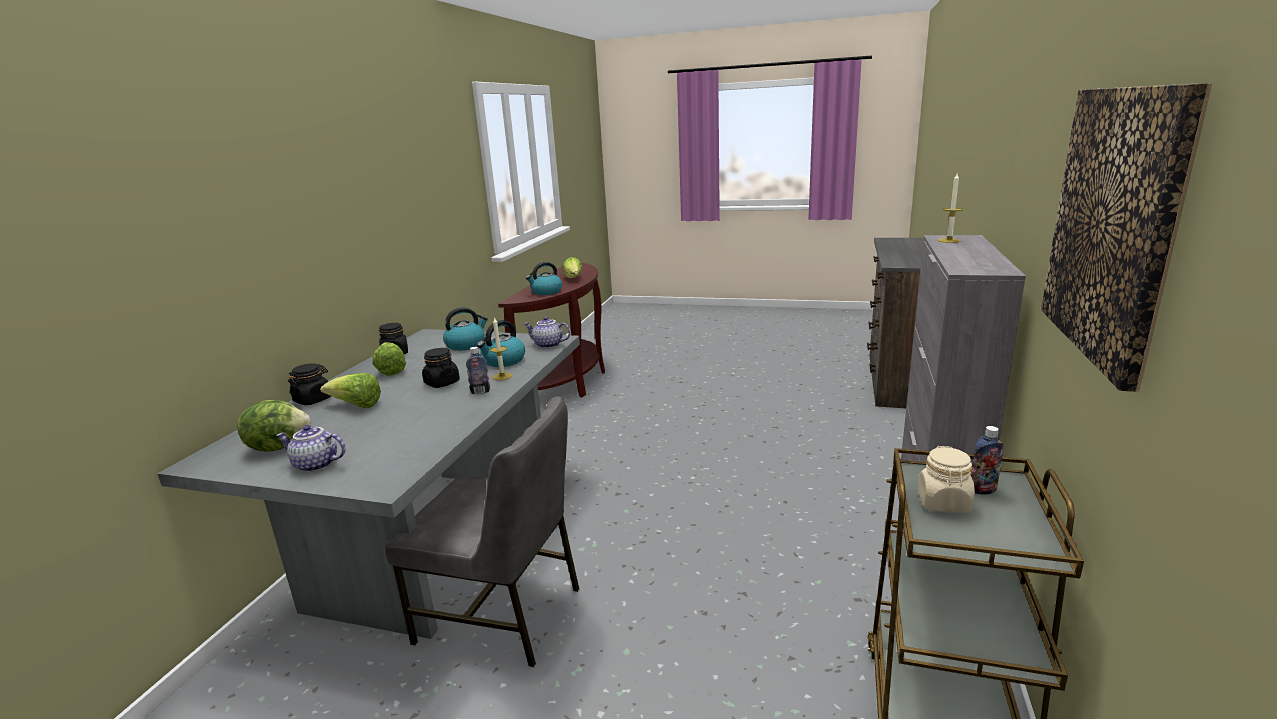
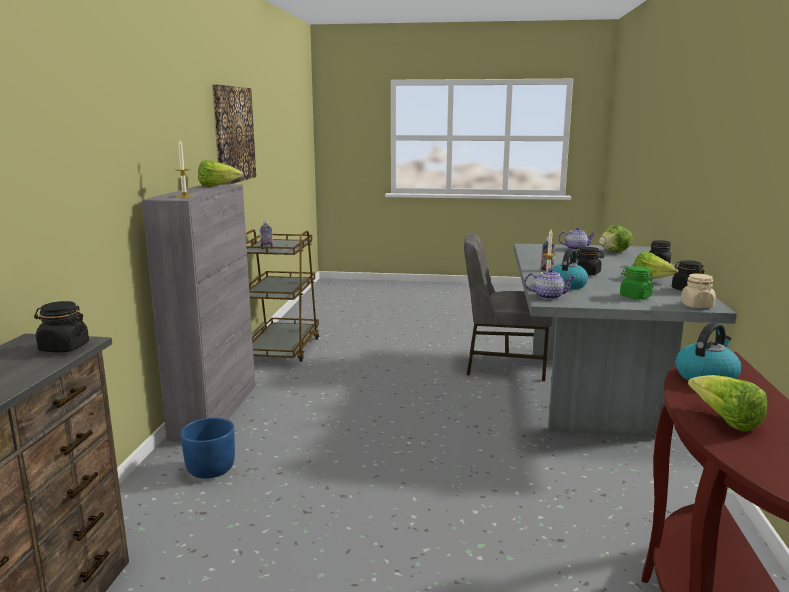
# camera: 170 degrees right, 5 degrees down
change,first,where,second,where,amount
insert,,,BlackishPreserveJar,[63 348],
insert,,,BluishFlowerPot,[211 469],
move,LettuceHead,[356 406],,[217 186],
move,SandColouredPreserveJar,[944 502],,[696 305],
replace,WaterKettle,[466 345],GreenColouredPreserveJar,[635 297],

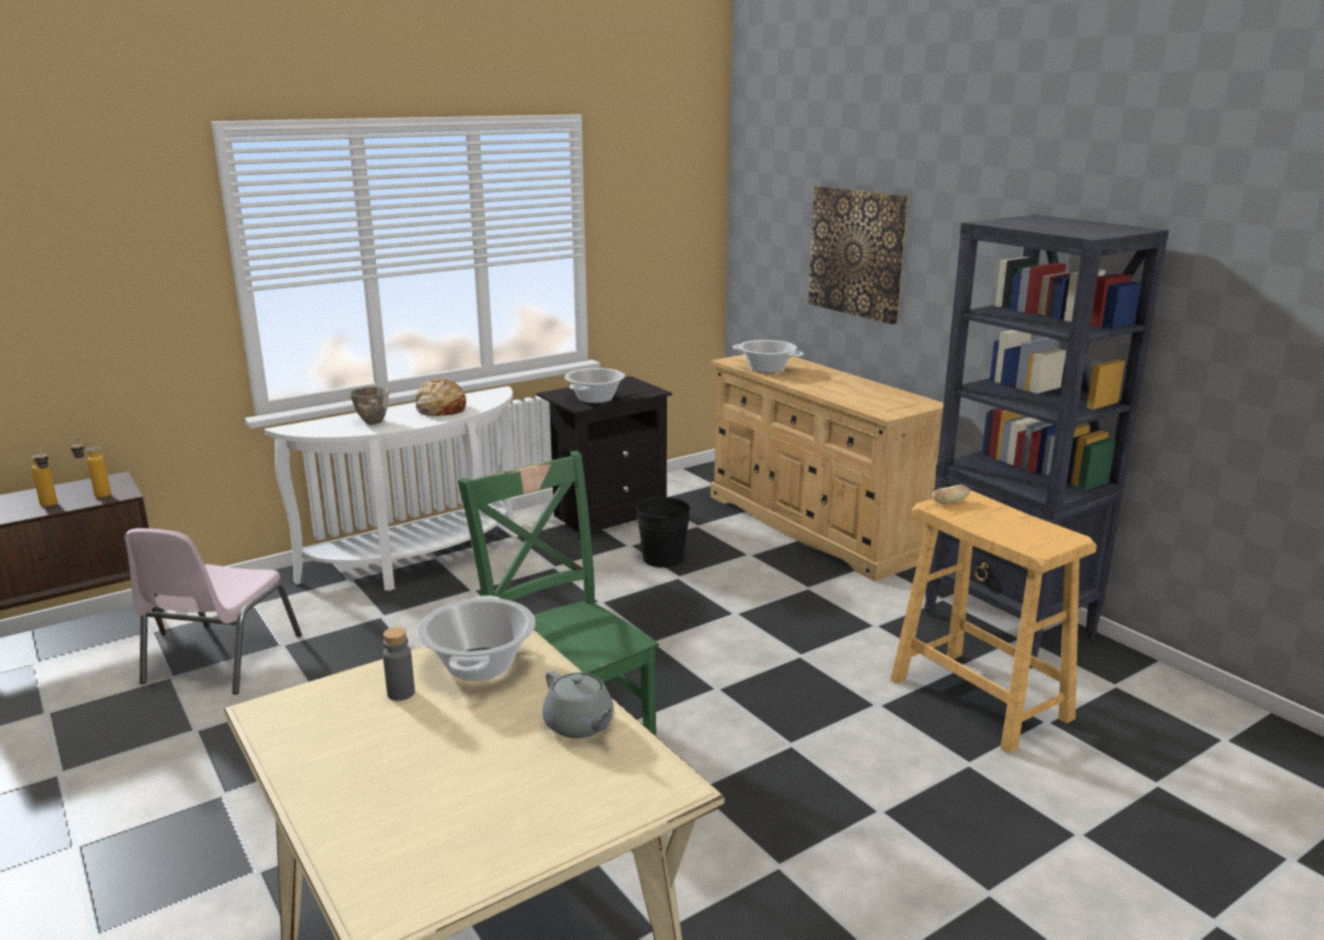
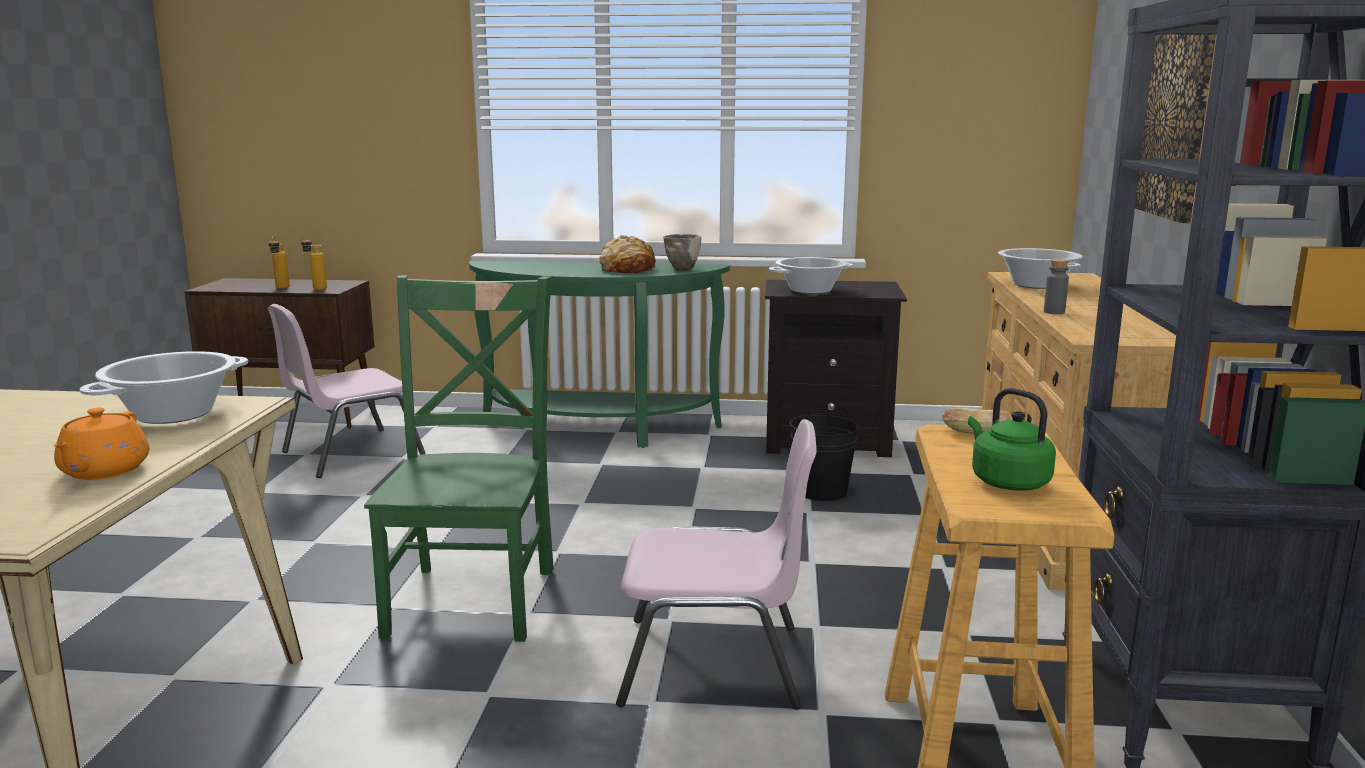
# camera: 40 degrees right, 5 degrees down
change,first,where,second,where,amount
insert,,,PinkUprightChair,[715 664],
insert,,,GreenColouredWaterKettle,[1006 482],
move,Bowl,[373 421],,[683 269],
move,GreyBottle,[401 693],,[1054 312],
recolor,WhitishNarrowTable,[421 564],GreenColouredNarrowTable,[596 433],
recolor,GreyPotForTea,[580 725],OrangePotForTea,[103 471],

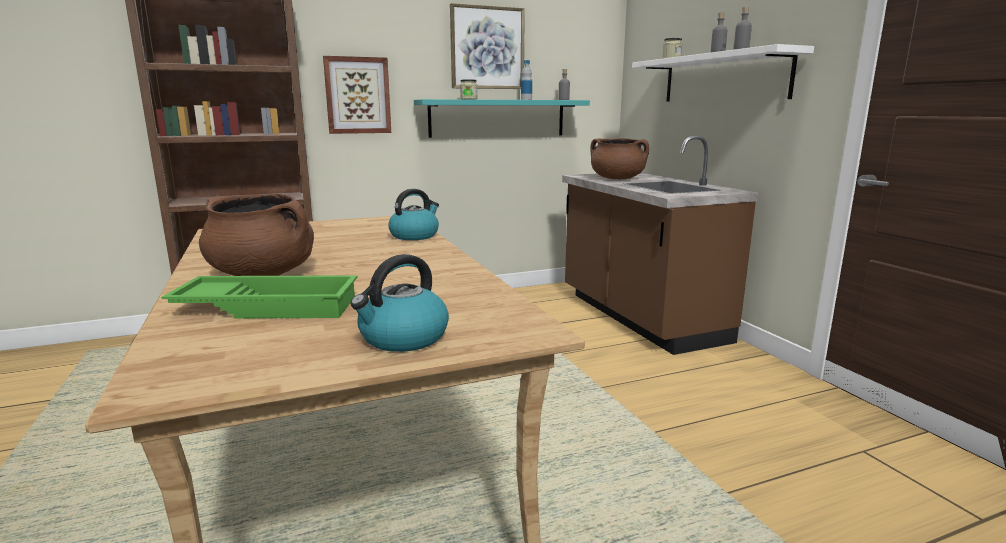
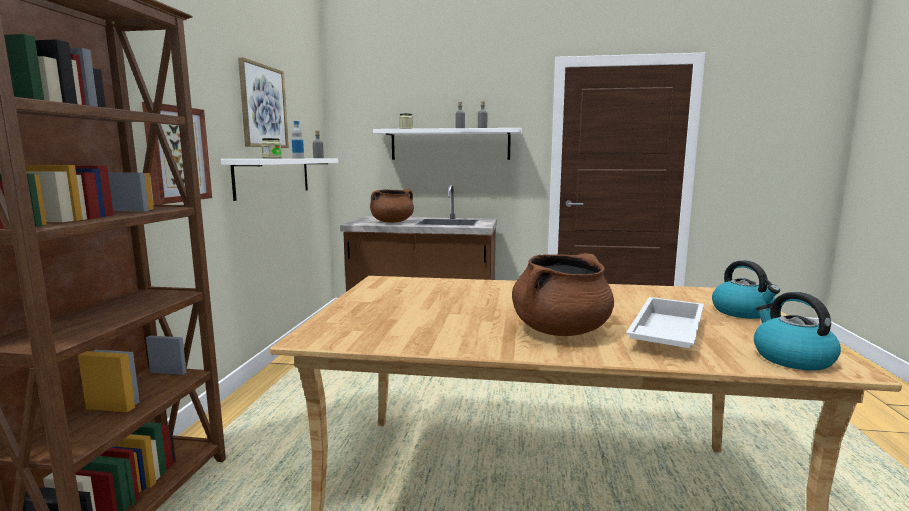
# camera: 60 degrees left, 5 degrees down
change,first,where,second,where,amount
move,WaterKettle,[415 235],,[791 358],
recolor,GreenColouredTray,[270 306],WhitishTray,[664 333],
recolor,TurquoiseColouredWallShelf,[498 118],WhitishWallShelf,[274 176],

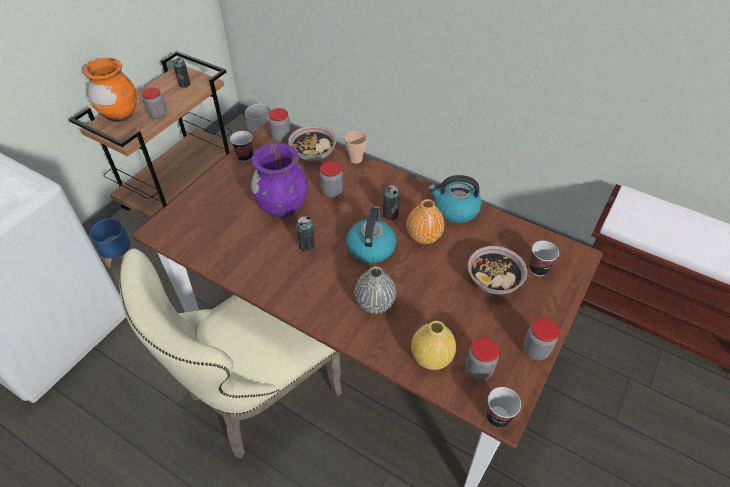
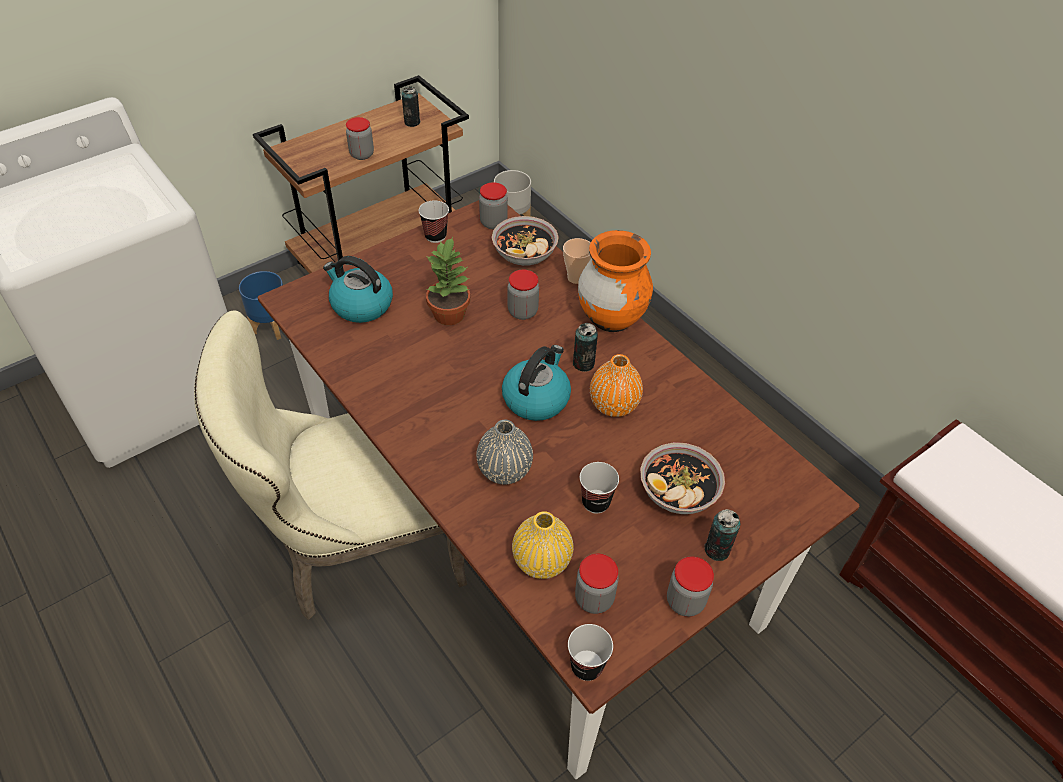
# camera: 20 degrees right, 0 degrees up
change,first,where,second,where,amount
move,OrangeFlowerVase,[120 115],,[611 318],
move,MetalCan,[306 246],,[717 550],
move,WaterKettle,[455 210],,[361 305],
move,SmallCup,[538 269],,[596 502],
replace,PurplishFlowerVase,[282 207],Houseplant,[450 314],

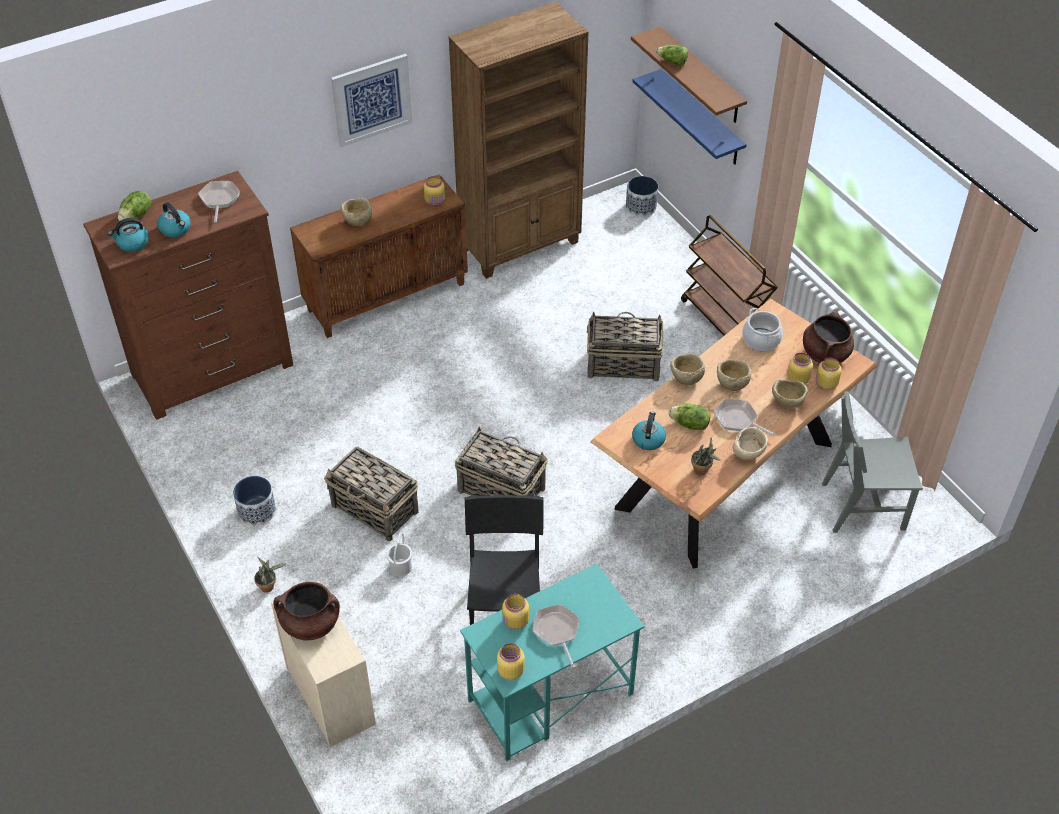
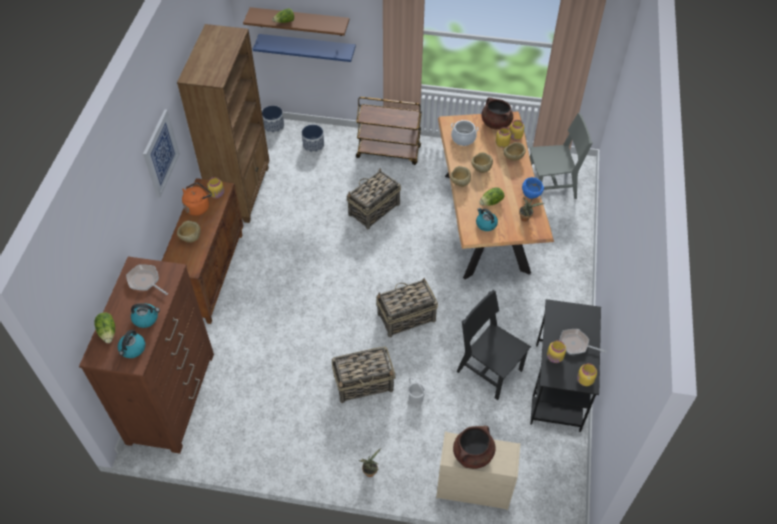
# camera: 50 degrees left, 5 degrees up
change,first,where,second,where,amount
delete,Pan,[738 420],,,
insert,,,OrangeWaterKettle,[198 207],
move,FlowerPot,[256 511],,[313 146],
recolor,TurquoiseColouredDeskUnit,[549 698],BlackishDeskUnit,[557 387],
recolor,SandColouredBowl,[748 454],BluishBowl,[531 194],
rotate,GreyUprightChair,[863 506],,[551 187],135 degrees counterclockwise

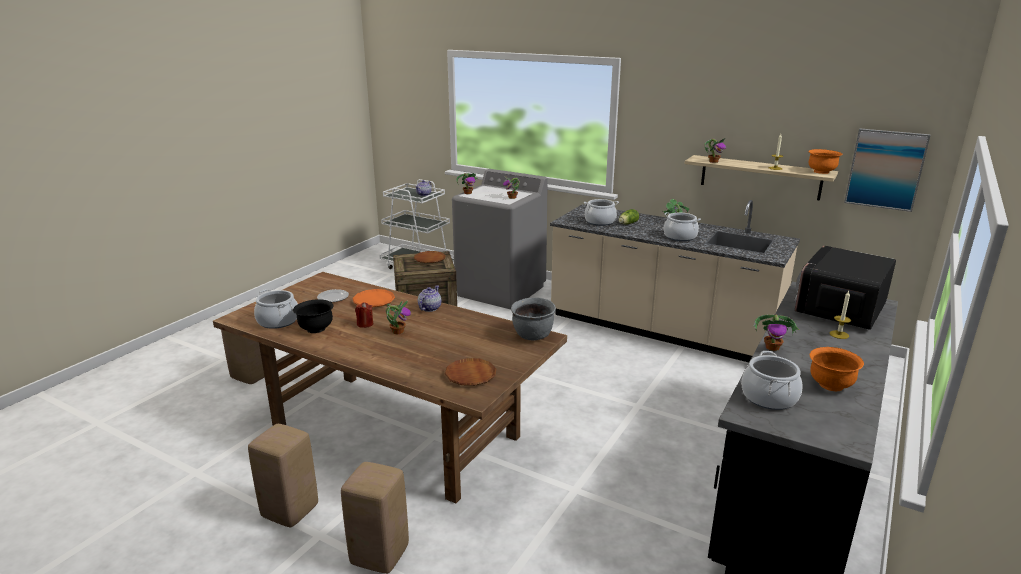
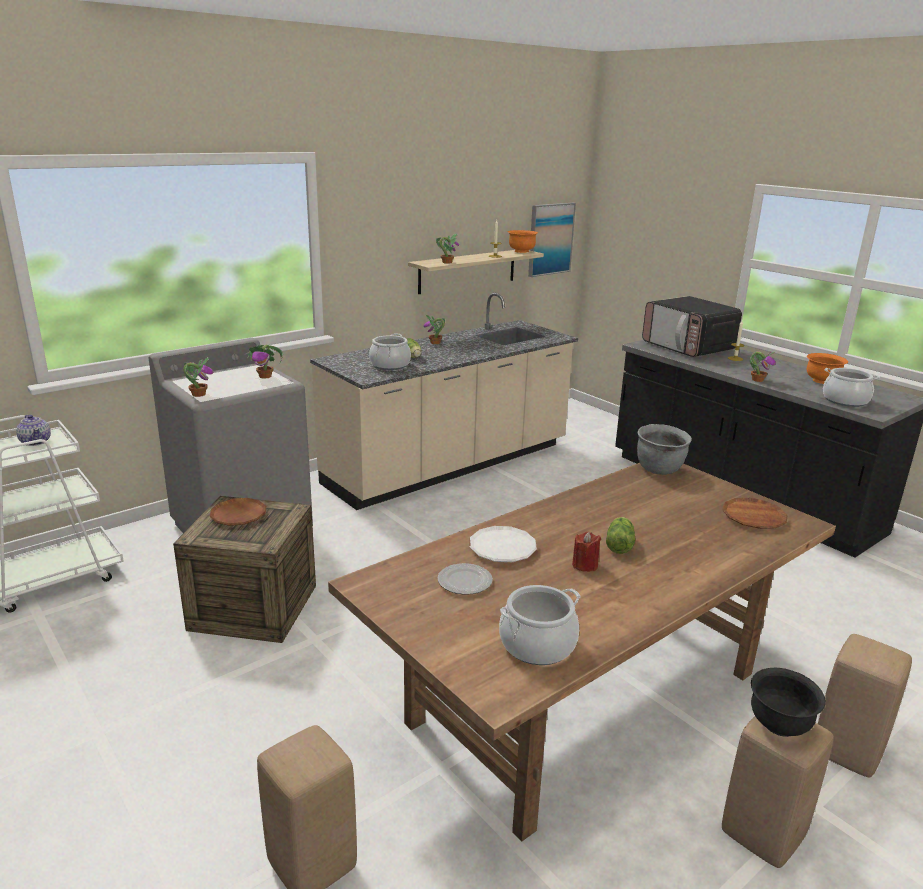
# camera: 70 degrees left, 0 degrees up
change,first,where,second,where,amount
delete,PotForTea,[429 308],,,
delete,Saucepot,[680 237],,,
move,BlackishBowl,[316 329],,[779 725],
replace,Houseplant,[397 331],LettuceHead,[619 544],
recolor,OrangeDinnerPlate,[374 301],WhitishDinnerPlate,[502 549],

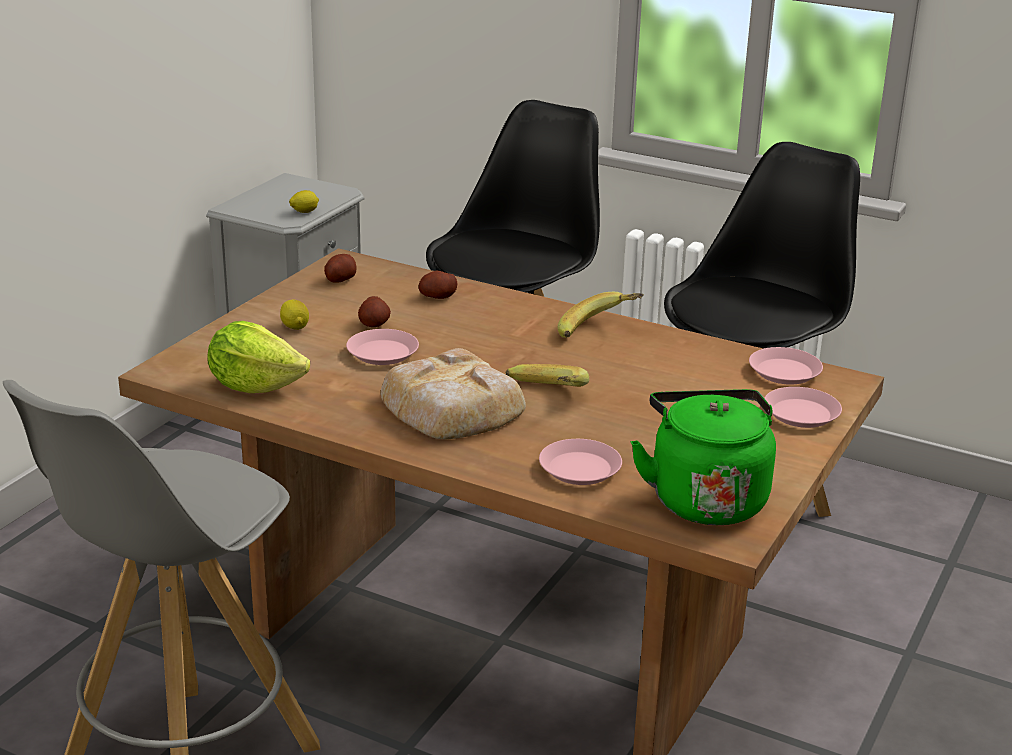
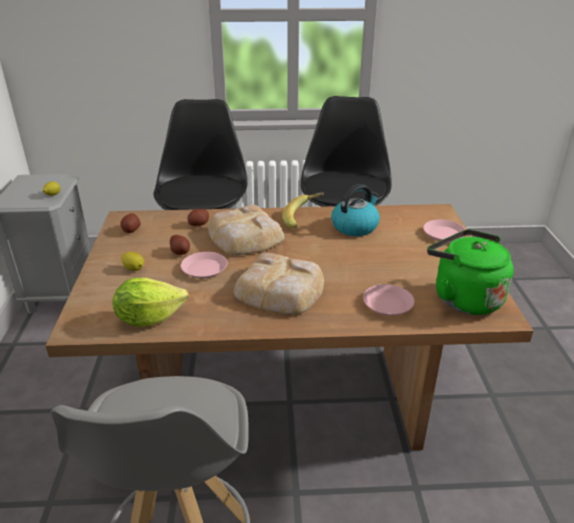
# camera: 30 degrees left, 5 degrees up
change,first,where,second,where,amount
delete,BananaFruit,[545 397],,,
delete,PinkDinnerPlate,[785 371],,,
insert,,,Bread,[245 237],
insert,,,WaterKettle,[355 226],

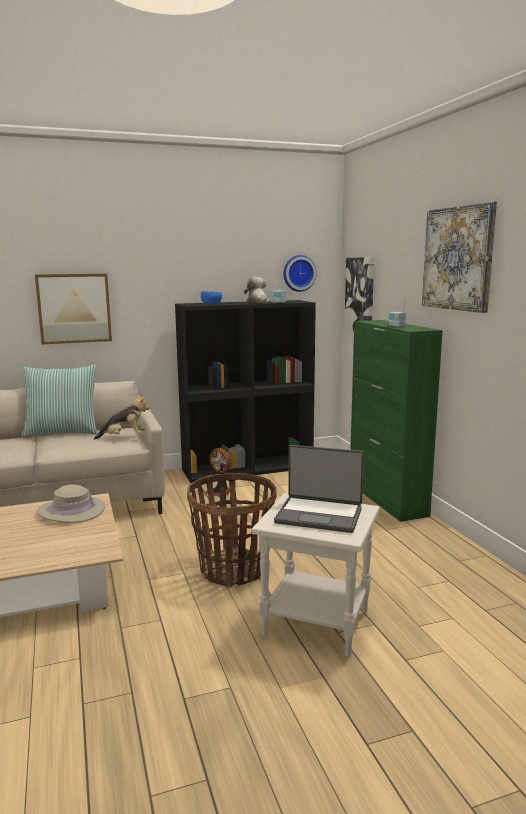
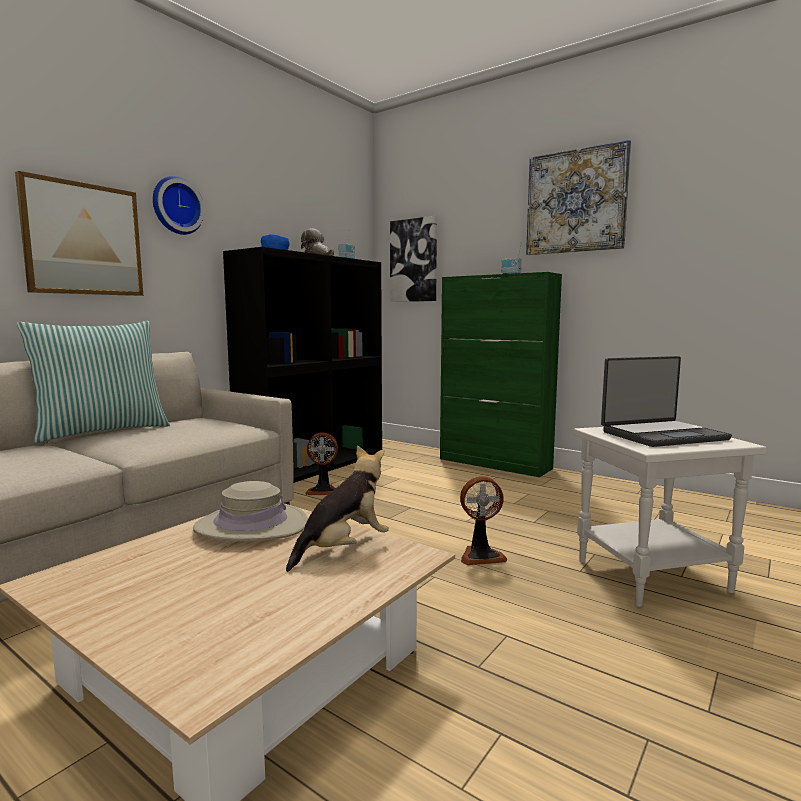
# camera: 35 degrees left, 5 degrees down
change,first,where,second,where,amount
move,SoftToy,[124 437],,[343 548],
move,ClockOnTheWall,[298 273],,[176 206],
replace,StorageBasket,[233 569],Fan,[481 555],

